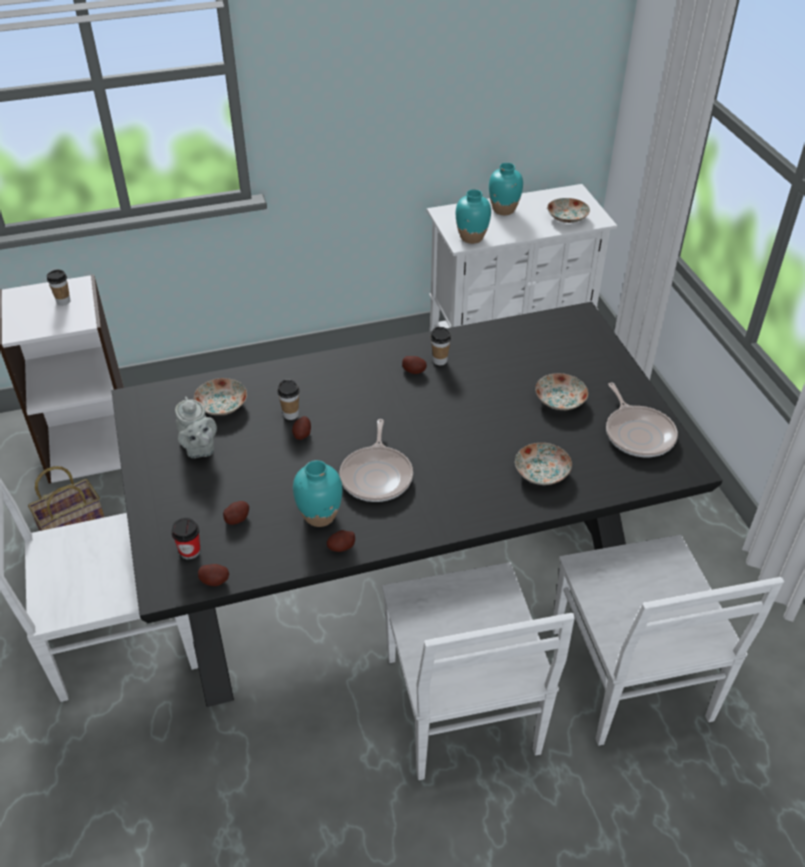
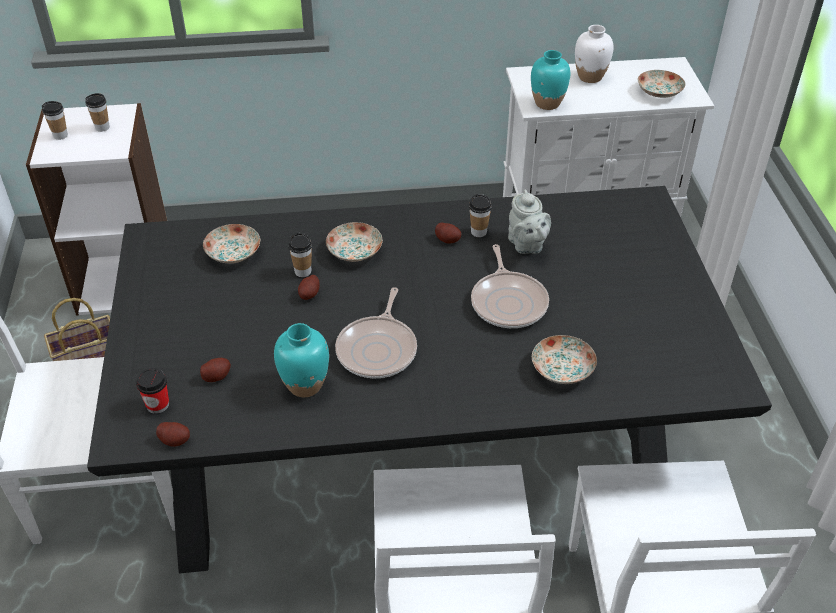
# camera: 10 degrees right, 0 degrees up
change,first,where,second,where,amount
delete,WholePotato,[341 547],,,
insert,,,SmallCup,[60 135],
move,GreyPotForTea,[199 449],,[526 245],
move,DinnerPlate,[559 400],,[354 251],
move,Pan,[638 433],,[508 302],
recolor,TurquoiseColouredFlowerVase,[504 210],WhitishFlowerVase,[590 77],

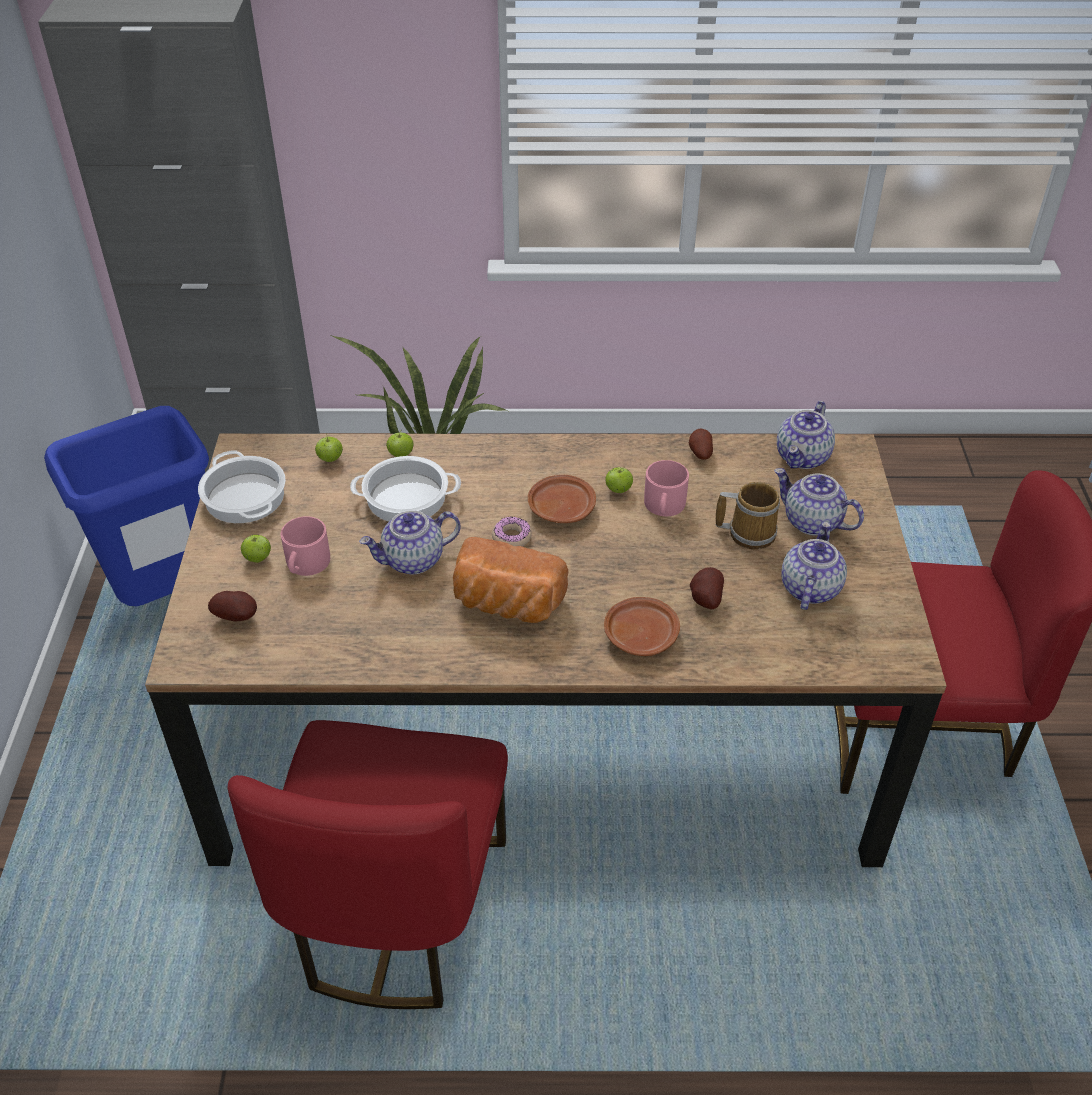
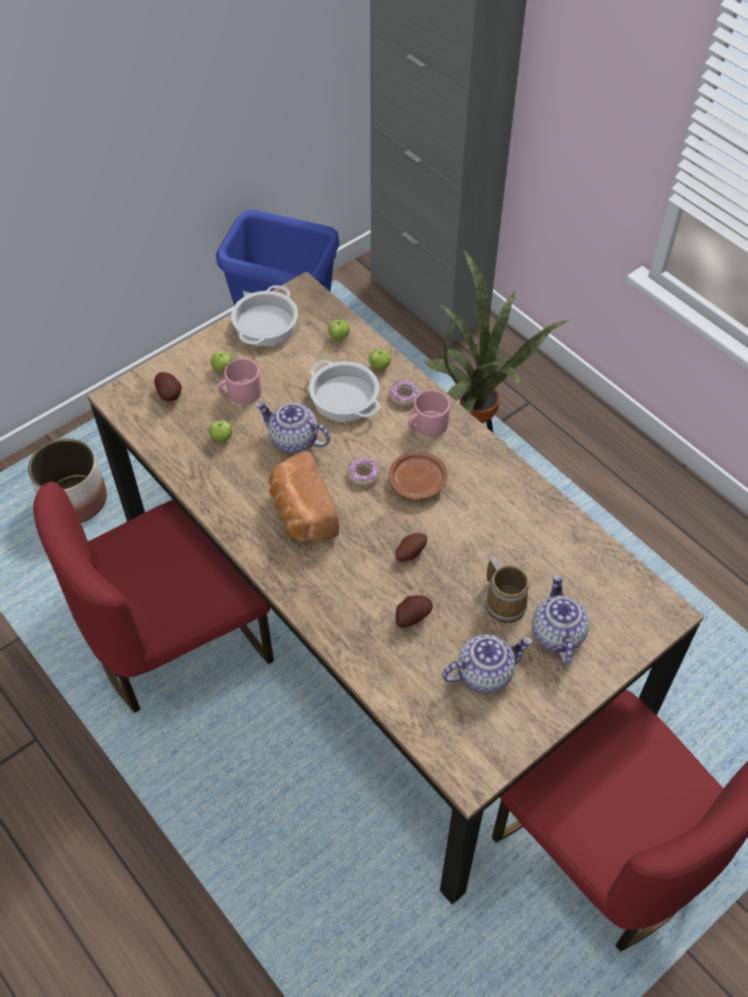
# camera: 50 degrees right, 10 degrees up
change,first,where,second,where,amount
delete,BrownColouredDinnerPlate,[641 635],,,
delete,PotForTea,[803 457],,,
insert,,,FlowerPot,[75 499],
insert,,,Doughnut,[404 396],
move,AppleFruit,[618 490],,[221 438],
move,PinkMug,[664 506],,[426 425],
move,WholePotato,[699 453],,[410 552],

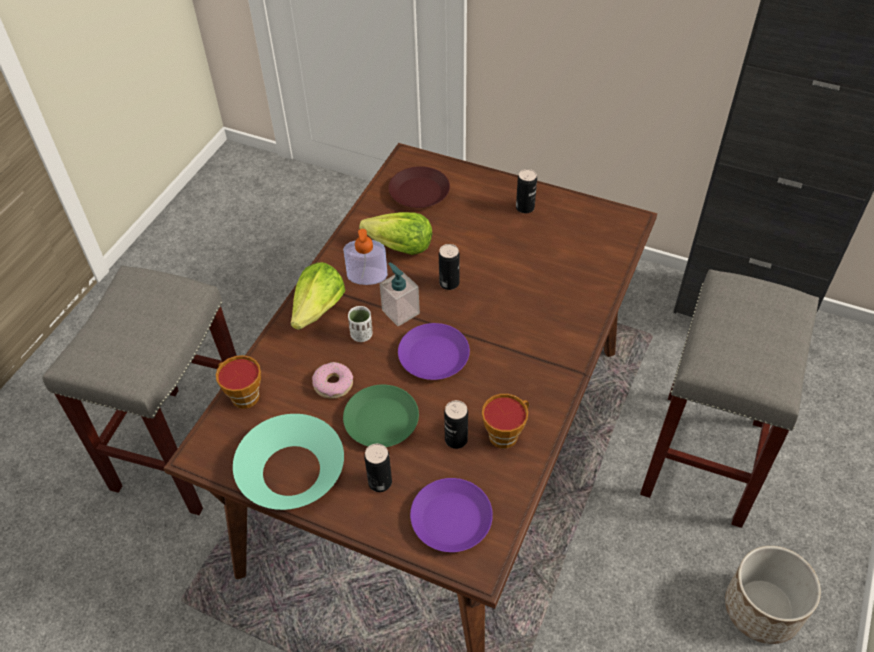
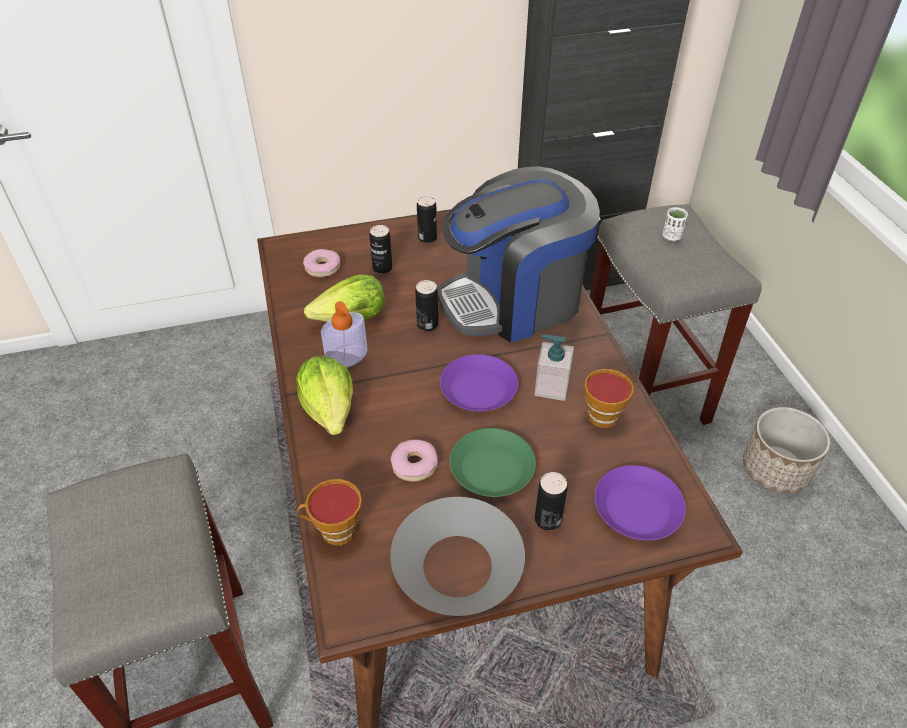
# camera: 40 degrees left, 5 degrees down
change,first,where,second,where,amount
insert,,,CoffeeMaker,[514 301],
move,WhitishSmallCup,[361 335],,[671 236],
move,SoapBottle,[400 312],,[551 387],
move,MetalCan,[456 439],,[382 268],
replace,BrownColouredDinnerPlate,[420 192],Doughnut,[322 267],
recolor,TurquoiseColouredBowl,[291 470],GreyBowl,[457 565],

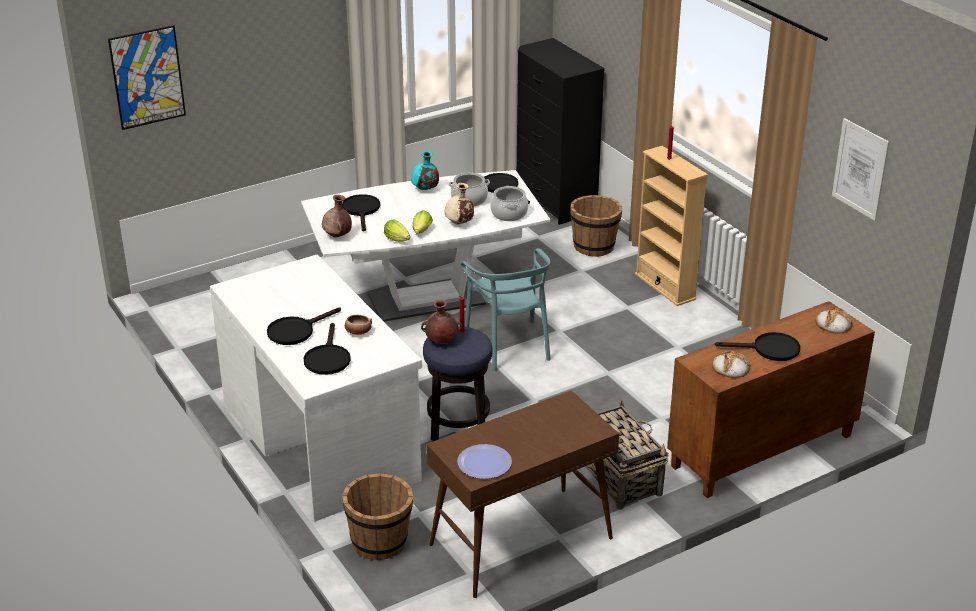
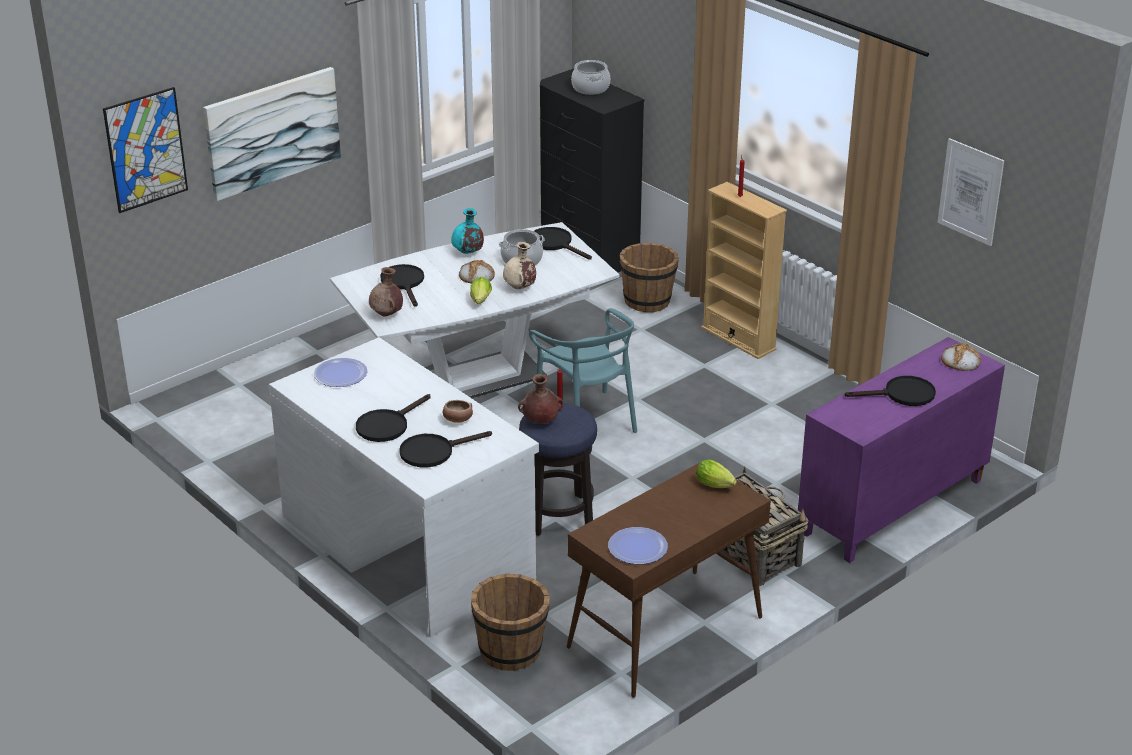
# camera: 10 degrees left, 0 degrees up
change,first,where,second,where,amount
insert,,,WallArt,[272 132],
insert,,,DinnerPlate,[340 374],
move,LettuceHead,[398 240],,[716 486],
move,Saucepot,[509 214],,[591 88],
move,Bread,[730 367],,[476 276],
recolor,BrownColouredCabinet,[761 452],PurplishCabinet,[893 508],
rotate,BlackishPan,[327 358],,[433 452],75 degrees clockwise

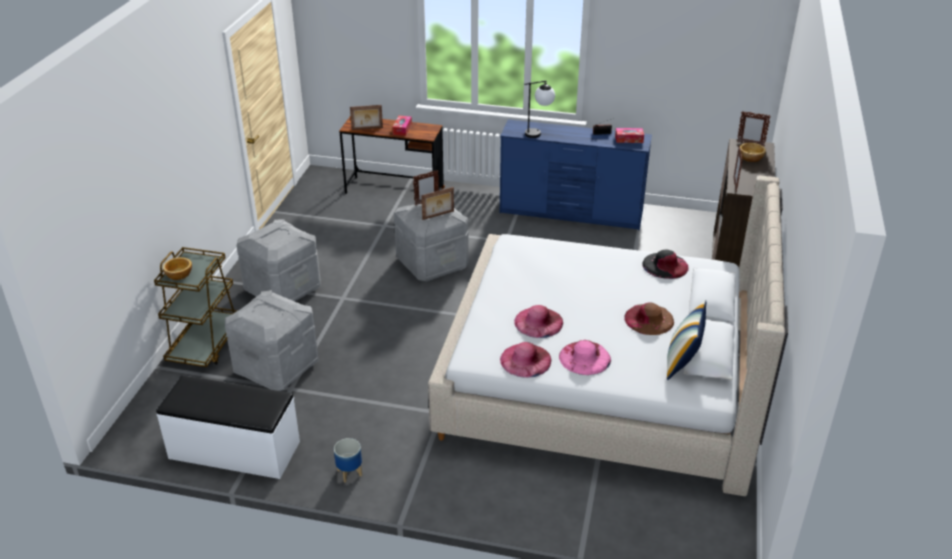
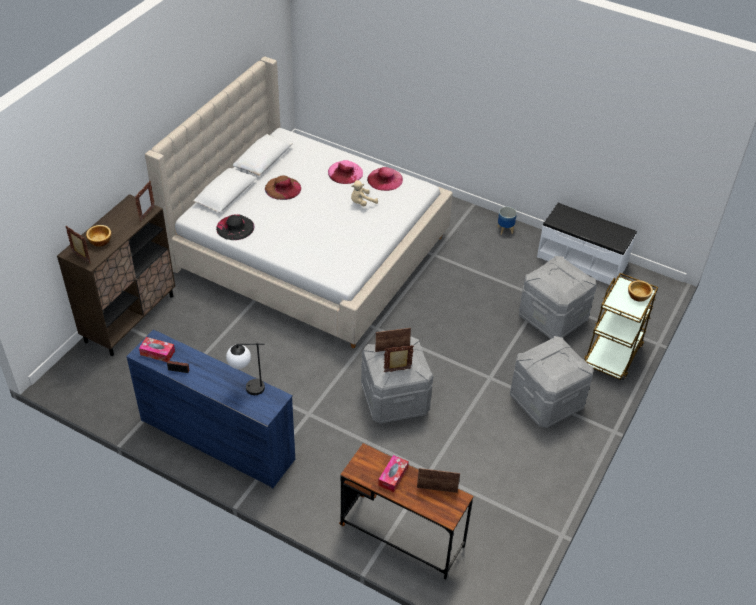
# camera: 165 degrees left, 10 degrees up
change,first,where,second,where,amount
delete,ThrowPillow,[682 362],,,
replace,PinkHat,[538 322],SandColouredSoftToy,[362 203],

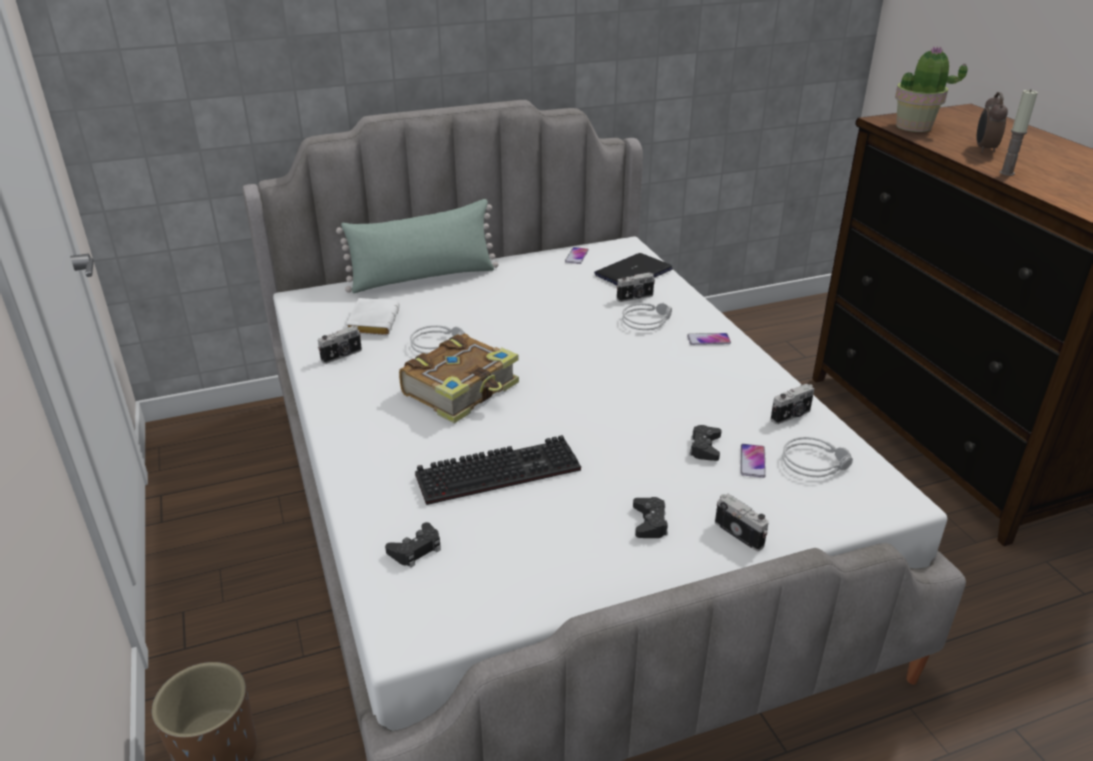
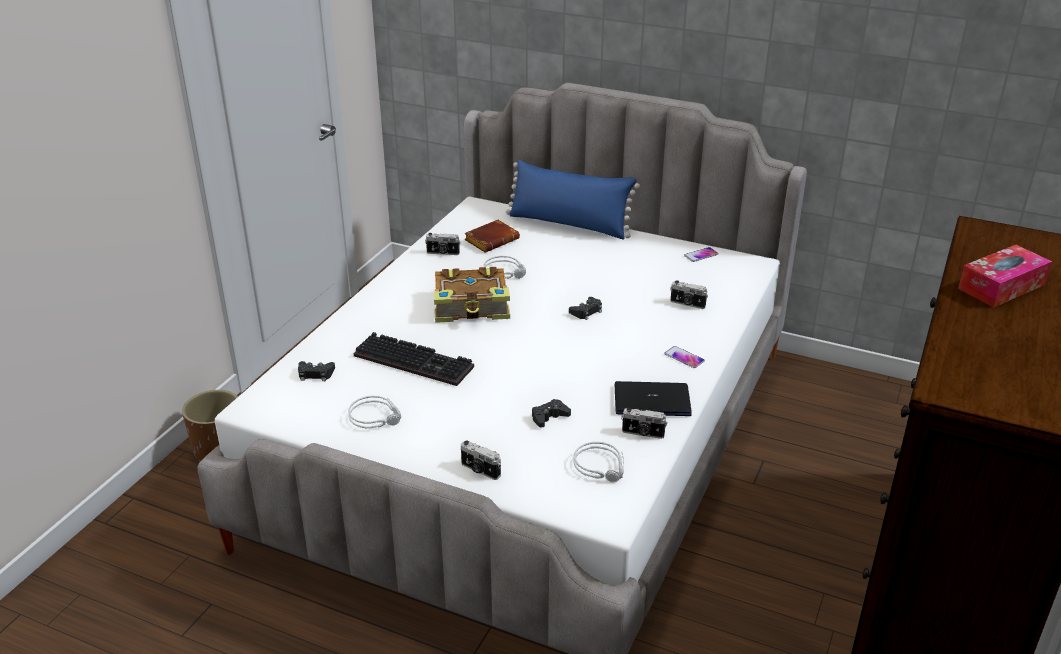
# camera: 45 degrees right, 0 degrees up
change,first,where,second,where,amount
delete,Handset,[752 461],,,
delete,Houseplant,[914 127],,,
delete,WaxCandle,[1007 173],,,
move,PortableComputer,[633 272],,[652 400],
move,GreyHeadphones,[646 320],,[376 417],
move,BlackishJoypad,[650 523],,[586 311],
replace,AlarmClock,[984 149],BoxOfTissues,[1001 287],
recolor,GreenColouredThrowPillow,[423 277],BluishThrowPillow,[569 224],
recolor,WhitishBook,[372 321],BrownColouredBook,[492 240],
rotate,StillCamera,[740 533],,[480 470],120 degrees clockwise

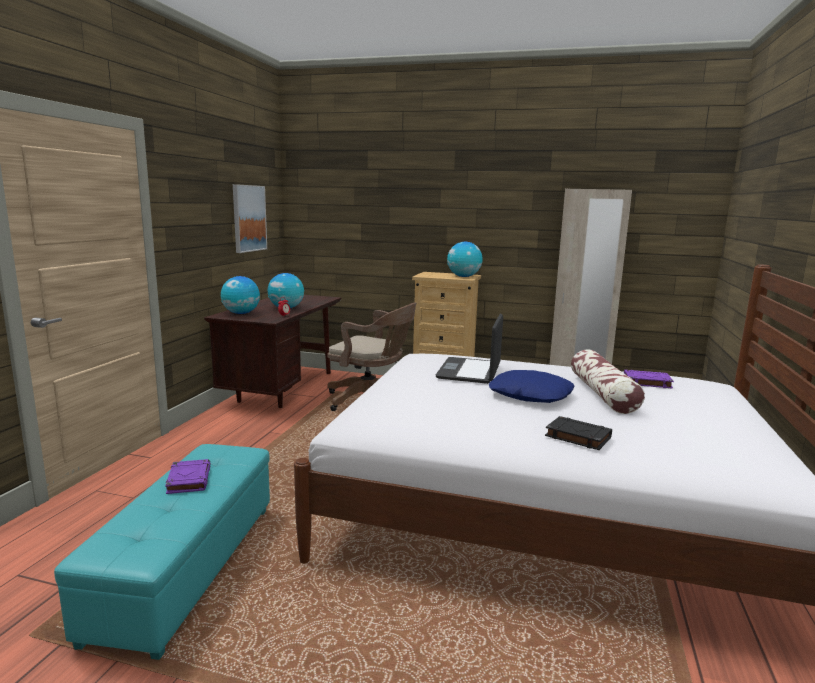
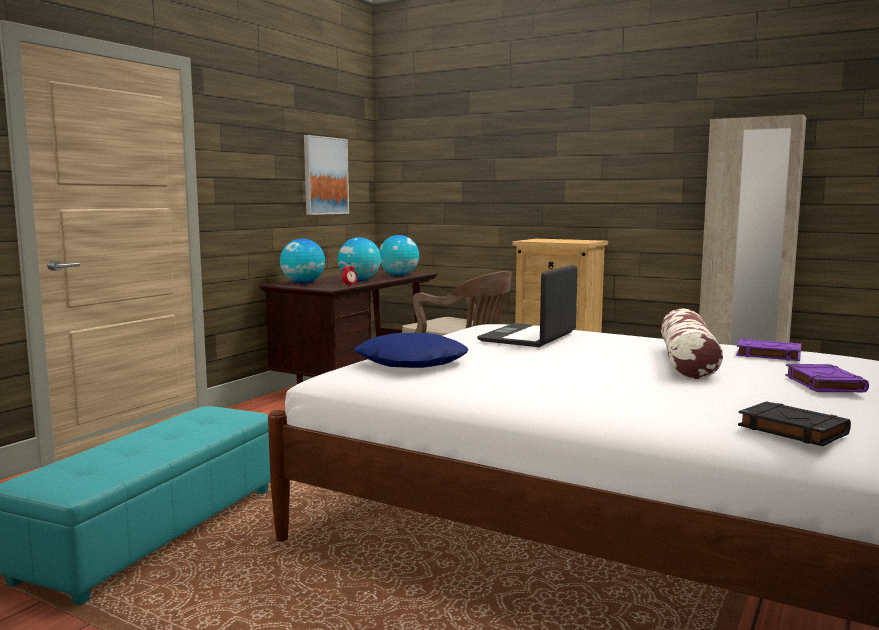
# camera: 15 degrees right, 5 degrees down
change,first,where,second,where,amount
move,PurplishBook,[188 480],,[823 384],
move,Globe,[464 276],,[399 275],
move,BluishThrowPillow,[530 395],,[410 363],
move,BlackishBook,[577 437],,[791 430],

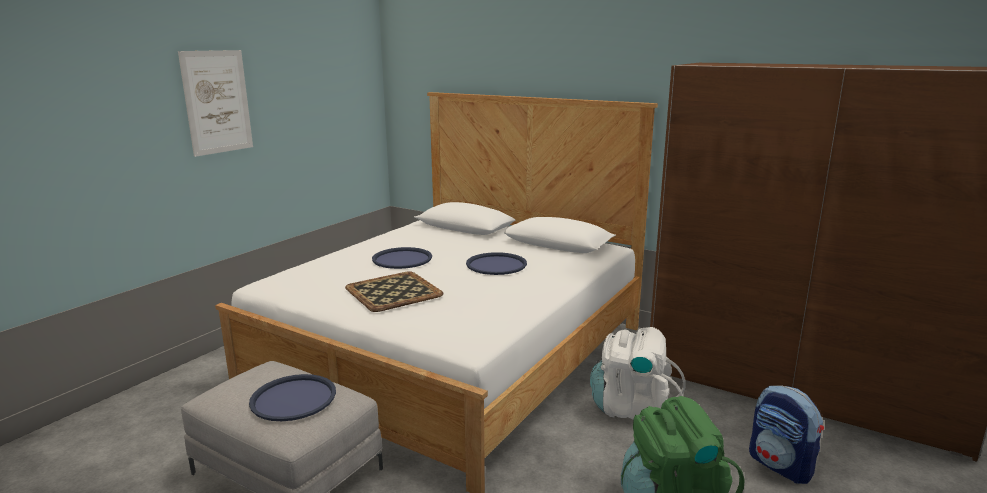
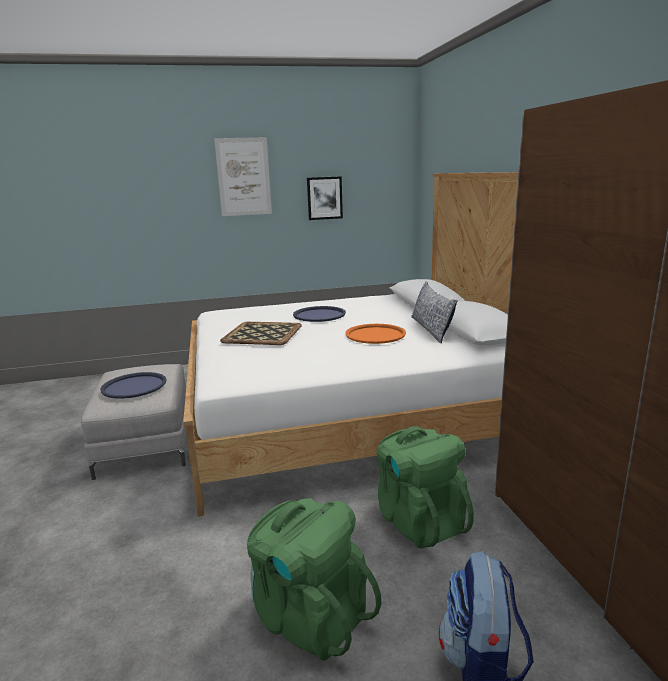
# camera: 45 degrees right, 0 degrees up
change,first,where,second,where,amount
insert,,,WallArt,[324 198],
insert,,,ThrowPillow,[431 329],
recolor,BluishTray,[496 265],OrangeTray,[375 334],
recolor,WhitishRucksack,[632 409],GreenColouredRucksack,[419 520],

